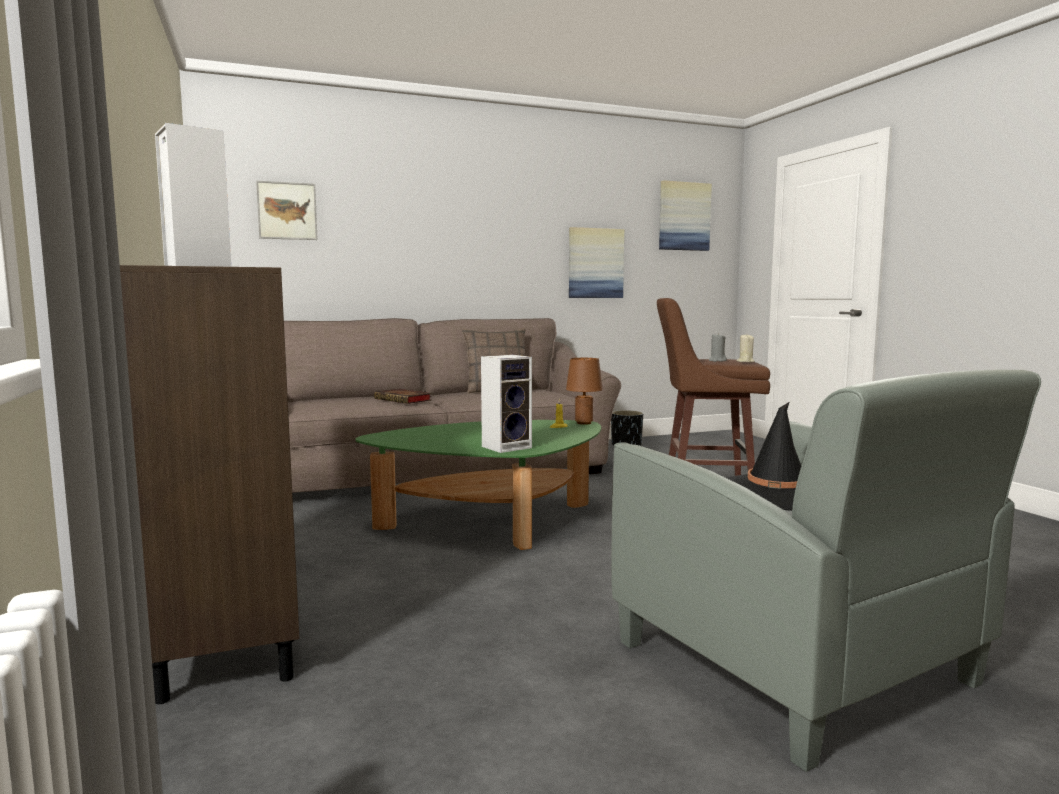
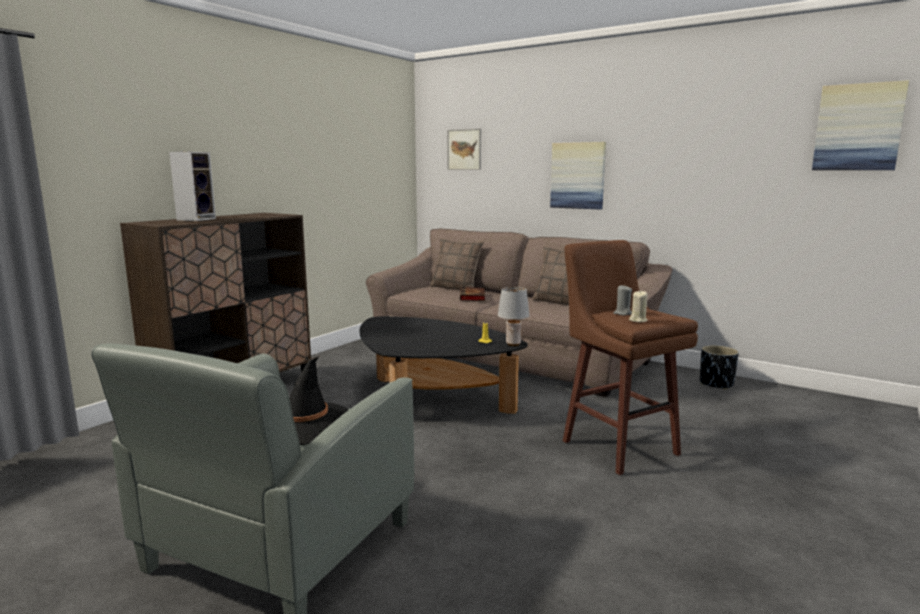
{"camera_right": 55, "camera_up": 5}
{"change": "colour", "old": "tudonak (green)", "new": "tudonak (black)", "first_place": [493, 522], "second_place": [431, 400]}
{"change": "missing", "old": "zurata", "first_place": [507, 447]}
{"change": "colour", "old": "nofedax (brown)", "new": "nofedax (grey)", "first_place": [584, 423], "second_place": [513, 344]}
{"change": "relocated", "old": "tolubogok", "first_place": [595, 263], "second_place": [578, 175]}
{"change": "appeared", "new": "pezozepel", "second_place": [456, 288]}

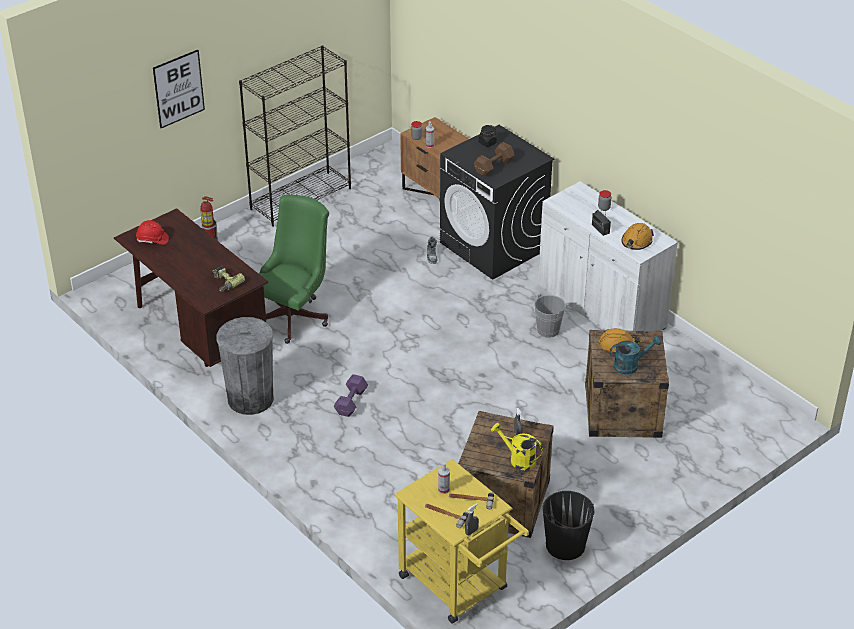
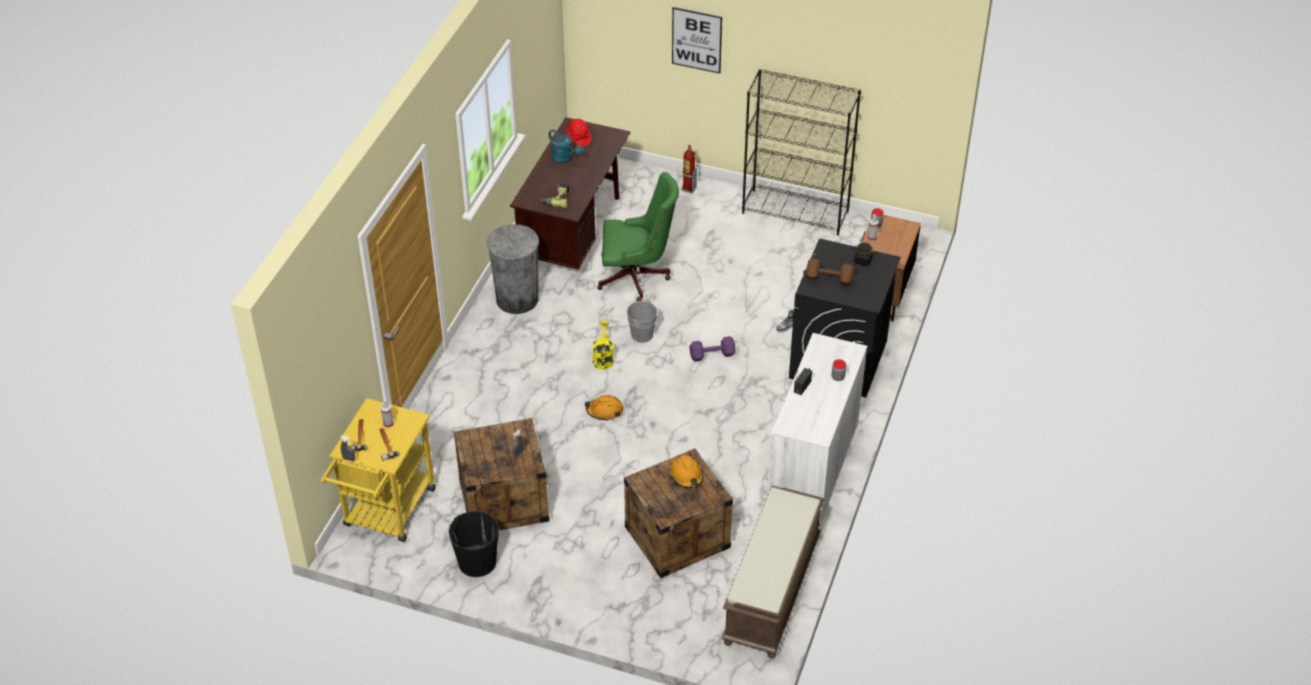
{"camera_right": 60, "camera_up": 5}
{"change": "relocated", "old": "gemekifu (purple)", "first_place": [352, 401], "second_place": [713, 355]}
{"change": "relocated", "old": "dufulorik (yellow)", "first_place": [518, 459], "second_place": [603, 358]}
{"change": "relocated", "old": "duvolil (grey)", "first_place": [550, 329], "second_place": [644, 335]}
{"change": "relocated", "old": "dufulorik (turquoise)", "first_place": [630, 365], "second_place": [565, 158]}
{"change": "relocated", "old": "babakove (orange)", "first_place": [636, 241], "second_place": [605, 411]}
{"change": "appeared", "new": "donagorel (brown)", "second_place": [772, 591]}

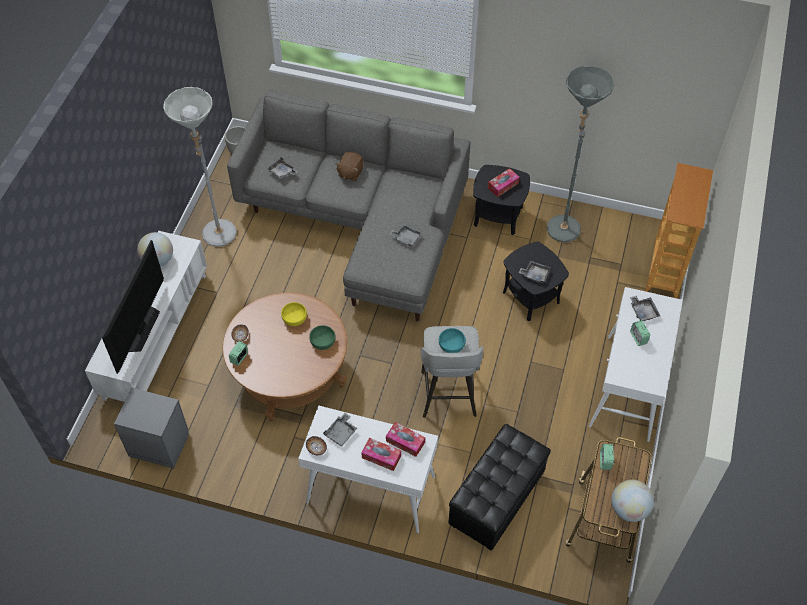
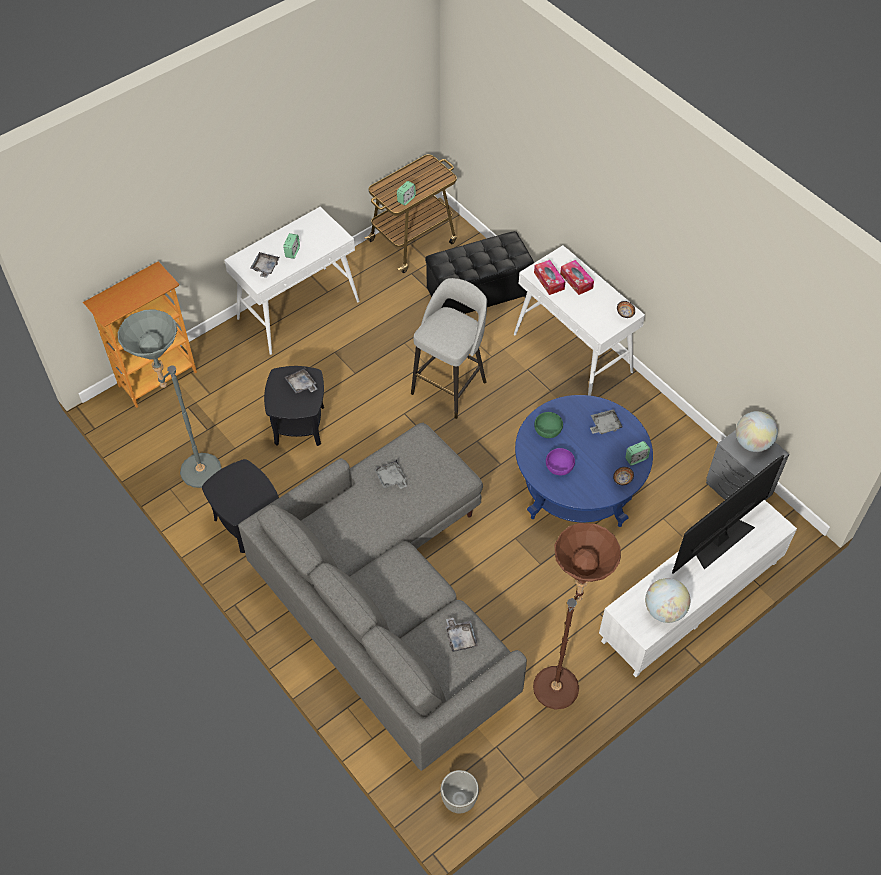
{"camera_right": -145, "camera_up": 0}
{"change": "colour", "old": "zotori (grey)", "new": "zotori (brown)", "first_place": [219, 239], "second_place": [560, 680]}
{"change": "colour", "old": "tudonak (brown)", "new": "tudonak (blue)", "first_place": [290, 373], "second_place": [577, 485]}
{"change": "colour", "old": "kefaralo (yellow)", "new": "kefaralo (purple)", "first_place": [294, 319], "second_place": [559, 466]}
{"change": "relocated", "old": "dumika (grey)", "first_place": [341, 433], "second_place": [604, 425]}
{"change": "missing", "old": "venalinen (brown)", "first_place": [350, 173]}
{"change": "missing", "old": "kefaralo (turquoise)", "first_place": [451, 346]}
{"change": "missing", "old": "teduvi", "first_place": [503, 185]}
{"change": "relocated", "old": "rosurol", "first_place": [629, 509], "second_place": [752, 443]}

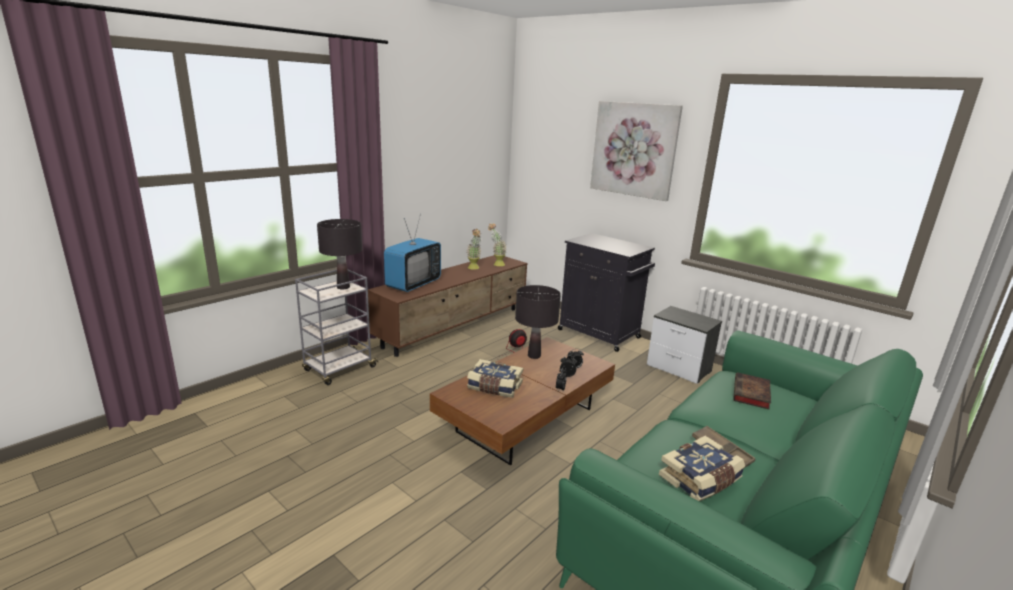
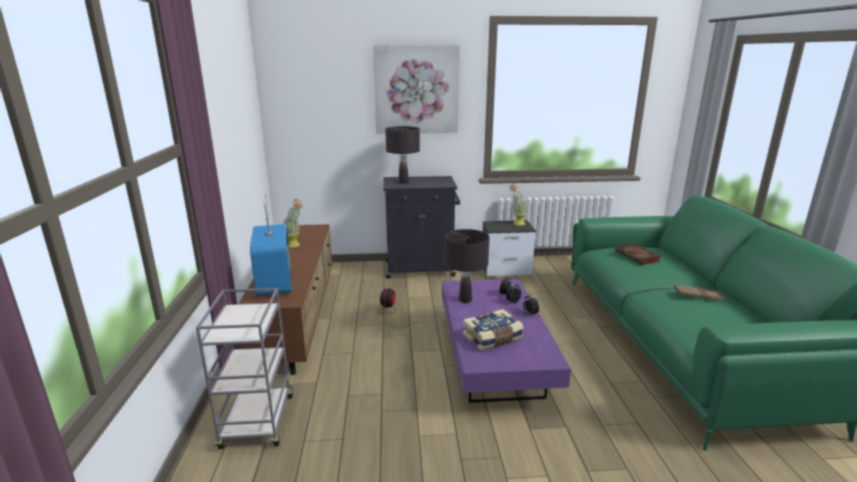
{"camera_right": -45, "camera_up": 0}
{"change": "relocated", "old": "nofedax (black)", "first_place": [343, 287], "second_place": [403, 182]}
{"change": "colour", "old": "tudonak (brown)", "new": "tudonak (purple)", "first_place": [526, 420], "second_place": [494, 360]}
{"change": "relocated", "old": "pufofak", "first_place": [496, 264], "second_place": [516, 224]}
{"change": "missing", "old": "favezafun", "first_place": [701, 480]}

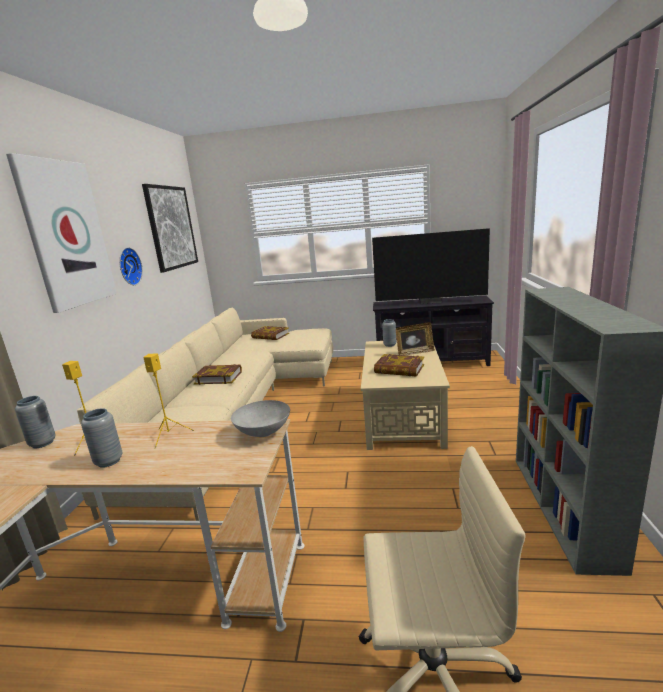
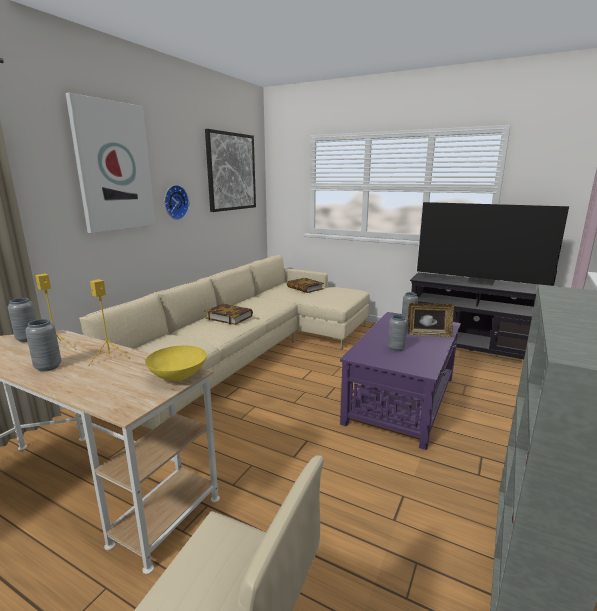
{"camera_right": 20, "camera_up": 0}
{"change": "colour", "old": "kefaralo (grey)", "new": "kefaralo (yellow)", "first_place": [264, 432], "second_place": [179, 377]}
{"change": "colour", "old": "tudonak (beige)", "new": "tudonak (purple)", "first_place": [403, 414], "second_place": [402, 399]}
{"change": "exchanged", "old": "favezafun", "new": "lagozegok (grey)", "first_place": [399, 369], "second_place": [396, 348]}

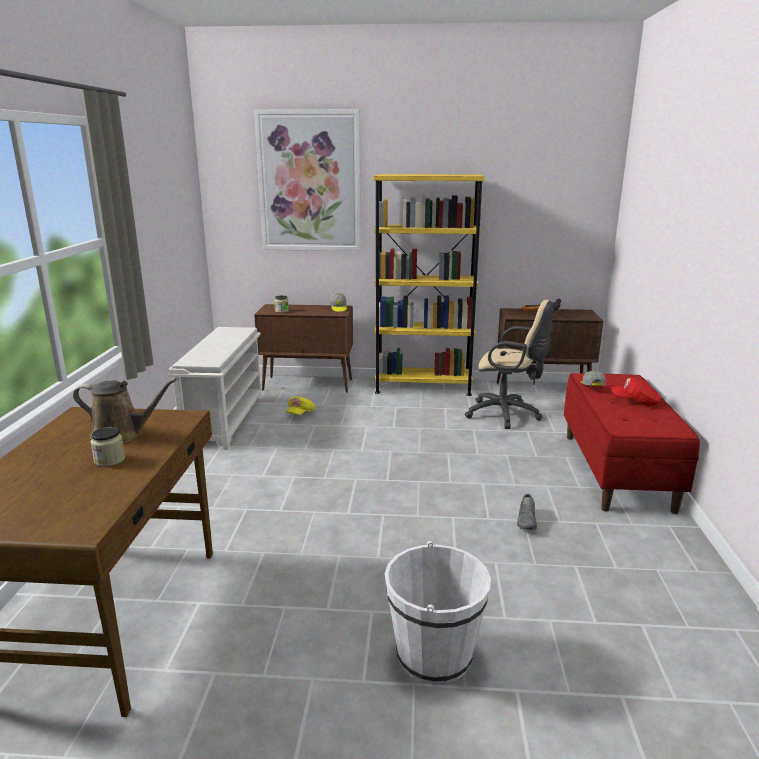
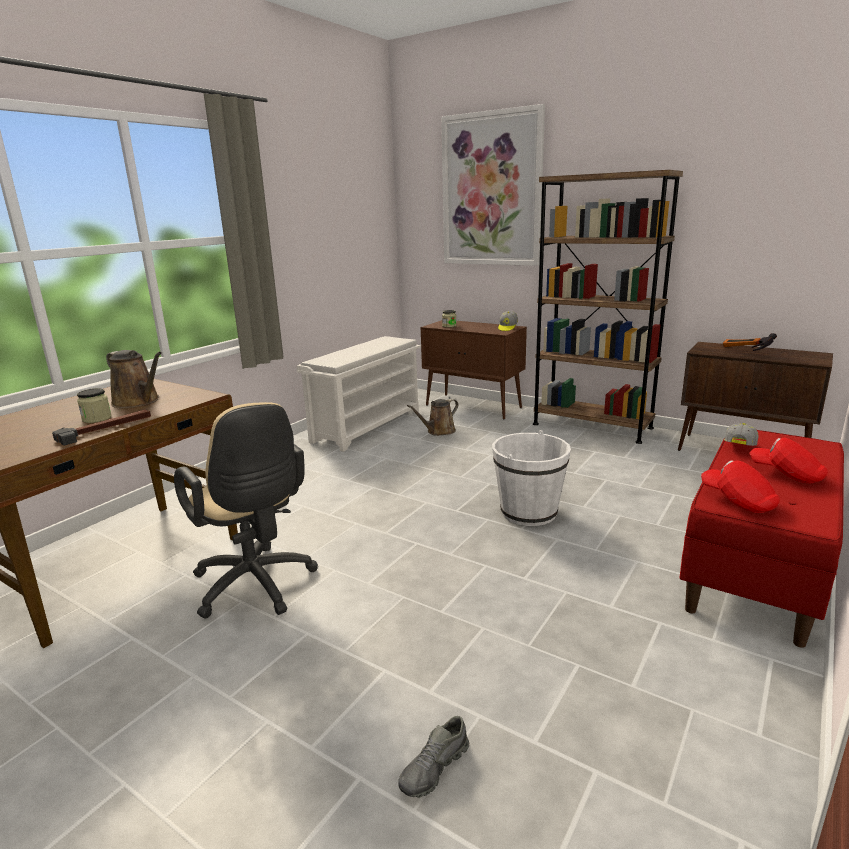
{"camera_right": 30, "camera_up": 0}
{"change": "exchanged", "old": "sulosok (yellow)", "new": "dufulorik (brown)", "first_place": [300, 413], "second_place": [438, 431]}
{"change": "colour", "old": "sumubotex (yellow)", "new": "sumubotex (brown)", "first_place": [423, 387], "second_place": [592, 426]}
{"change": "relocated", "old": "duvolil (white)", "first_place": [434, 655], "second_place": [528, 512]}
{"change": "relocated", "old": "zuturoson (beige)", "first_place": [507, 415], "second_place": [257, 587]}
{"change": "relocated", "old": "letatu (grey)", "first_place": [527, 521], "second_place": [434, 768]}
{"change": "appeared", "new": "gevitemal", "second_place": [105, 428]}
{"change": "appeared", "new": "sulosok (red)", "second_place": [738, 501]}

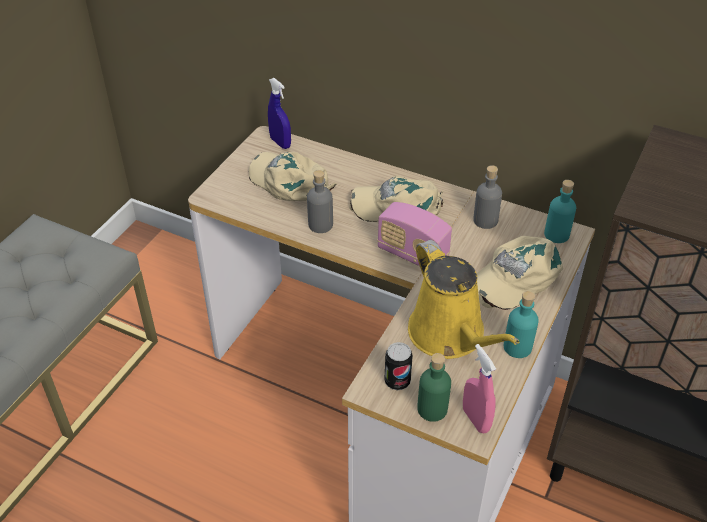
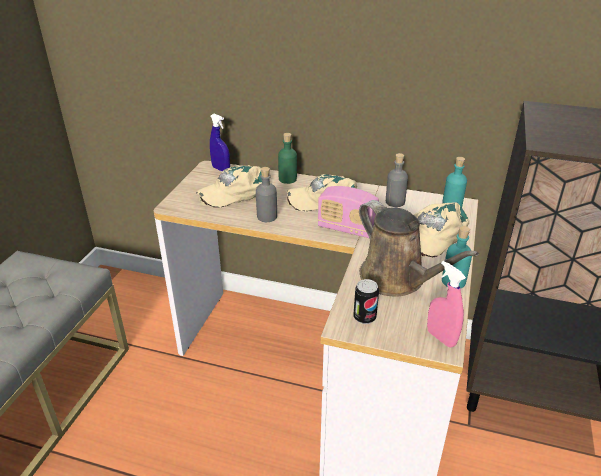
{"camera_right": -10, "camera_up": -10}
{"change": "spun", "old": "sulosok (beige)", "first_place": [289, 181], "second_place": [234, 192], "degrees": -60}
{"change": "colour", "old": "dufulorik (yellow)", "new": "dufulorik (brown)", "first_place": [450, 335], "second_place": [396, 279]}
{"change": "relocated", "old": "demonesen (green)", "first_place": [432, 409], "second_place": [287, 179]}

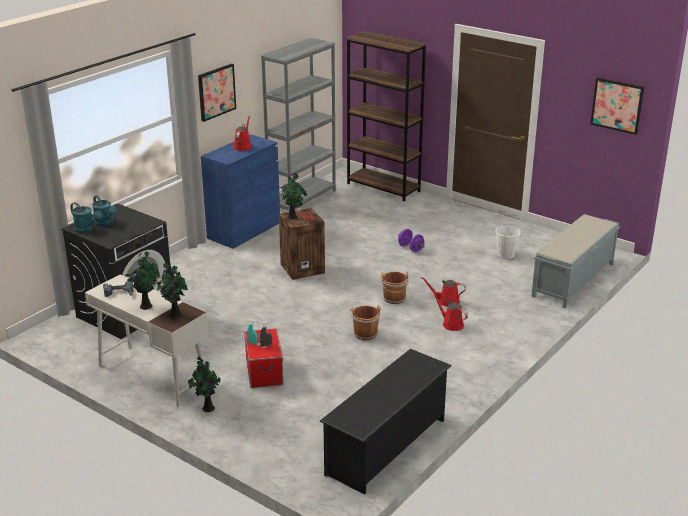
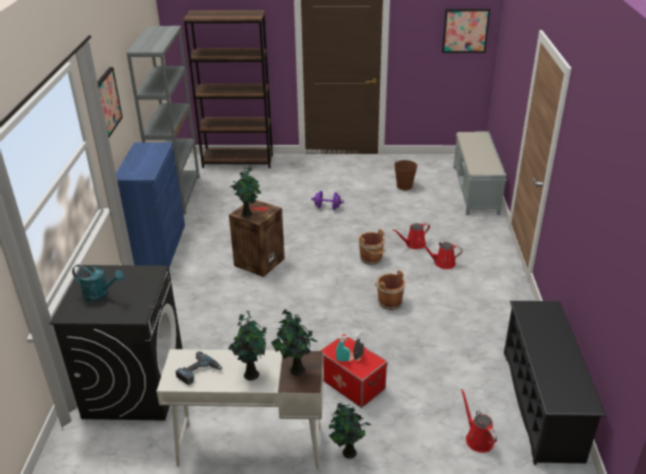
{"camera_right": -35, "camera_up": 5}
{"change": "missing", "old": "dufulorik (turquoise)", "first_place": [87, 229]}
{"change": "relocated", "old": "dufulorik (red)", "first_place": [243, 146], "second_place": [477, 439]}
{"change": "colour", "old": "duvolil (white)", "new": "duvolil (brown)", "first_place": [506, 254], "second_place": [404, 186]}

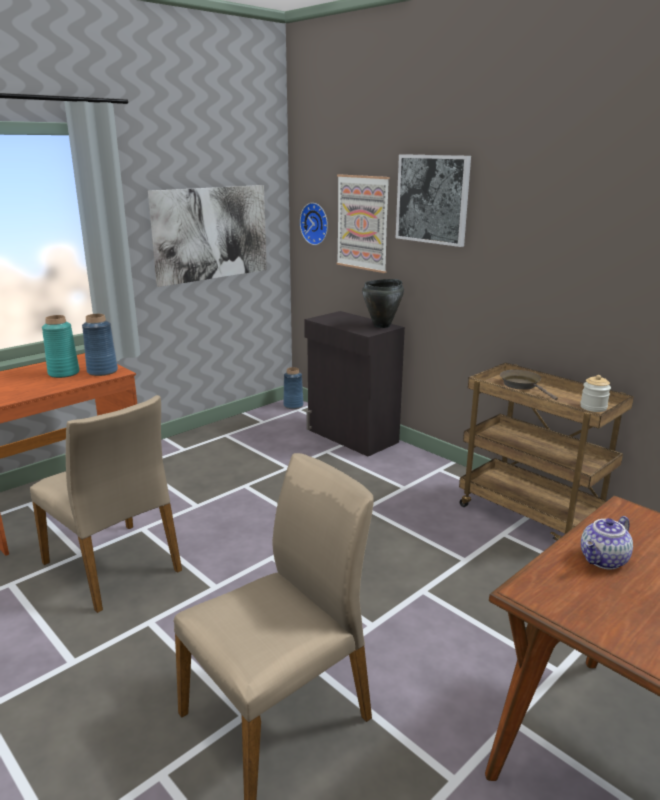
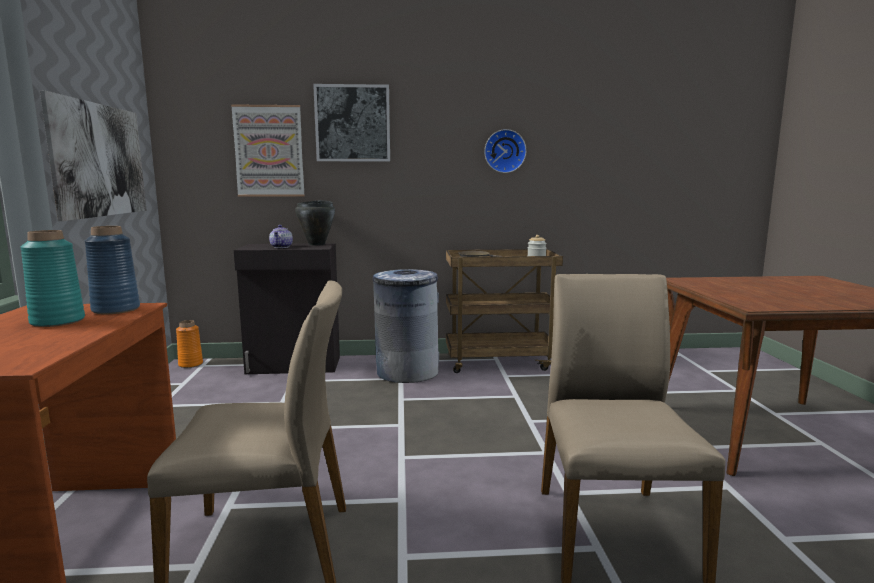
{"camera_right": -50, "camera_up": -10}
{"change": "colour", "old": "lagozegok (blue)", "new": "lagozegok (orange)", "first_place": [293, 405], "second_place": [191, 364]}
{"change": "relocated", "old": "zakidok", "first_place": [316, 223], "second_place": [504, 151]}
{"change": "relocated", "old": "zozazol", "first_place": [604, 560], "second_place": [282, 247]}
{"change": "appeared", "new": "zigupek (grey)", "second_place": [407, 372]}

